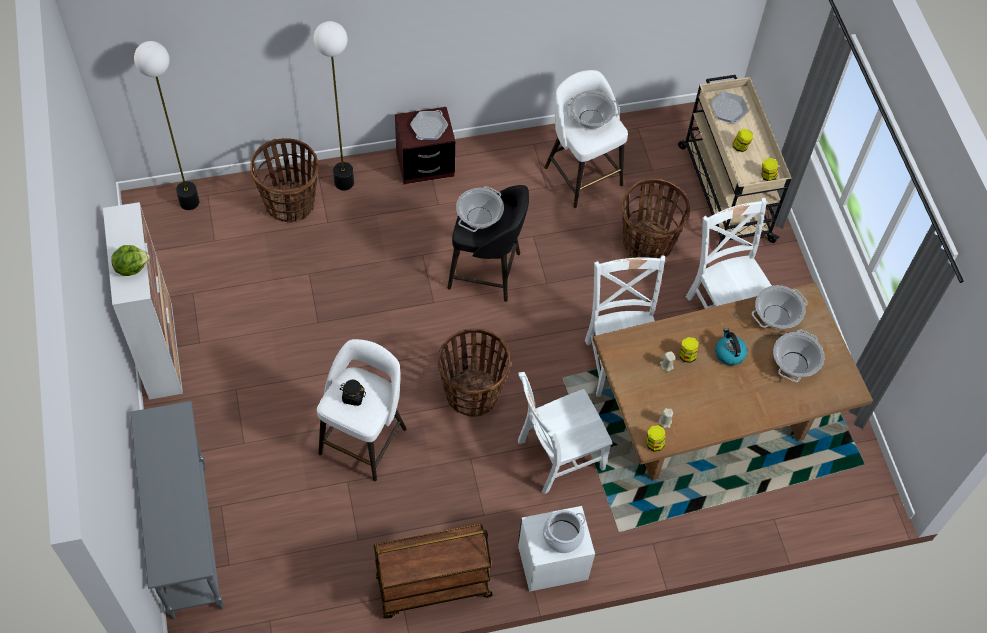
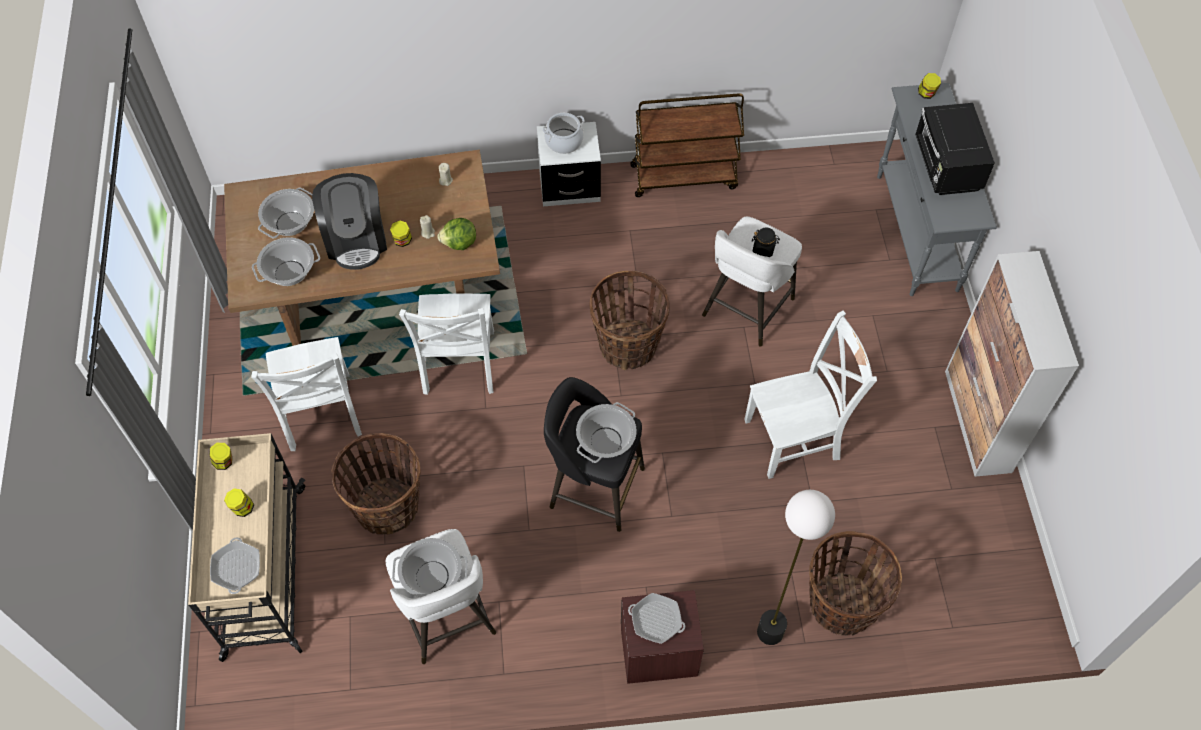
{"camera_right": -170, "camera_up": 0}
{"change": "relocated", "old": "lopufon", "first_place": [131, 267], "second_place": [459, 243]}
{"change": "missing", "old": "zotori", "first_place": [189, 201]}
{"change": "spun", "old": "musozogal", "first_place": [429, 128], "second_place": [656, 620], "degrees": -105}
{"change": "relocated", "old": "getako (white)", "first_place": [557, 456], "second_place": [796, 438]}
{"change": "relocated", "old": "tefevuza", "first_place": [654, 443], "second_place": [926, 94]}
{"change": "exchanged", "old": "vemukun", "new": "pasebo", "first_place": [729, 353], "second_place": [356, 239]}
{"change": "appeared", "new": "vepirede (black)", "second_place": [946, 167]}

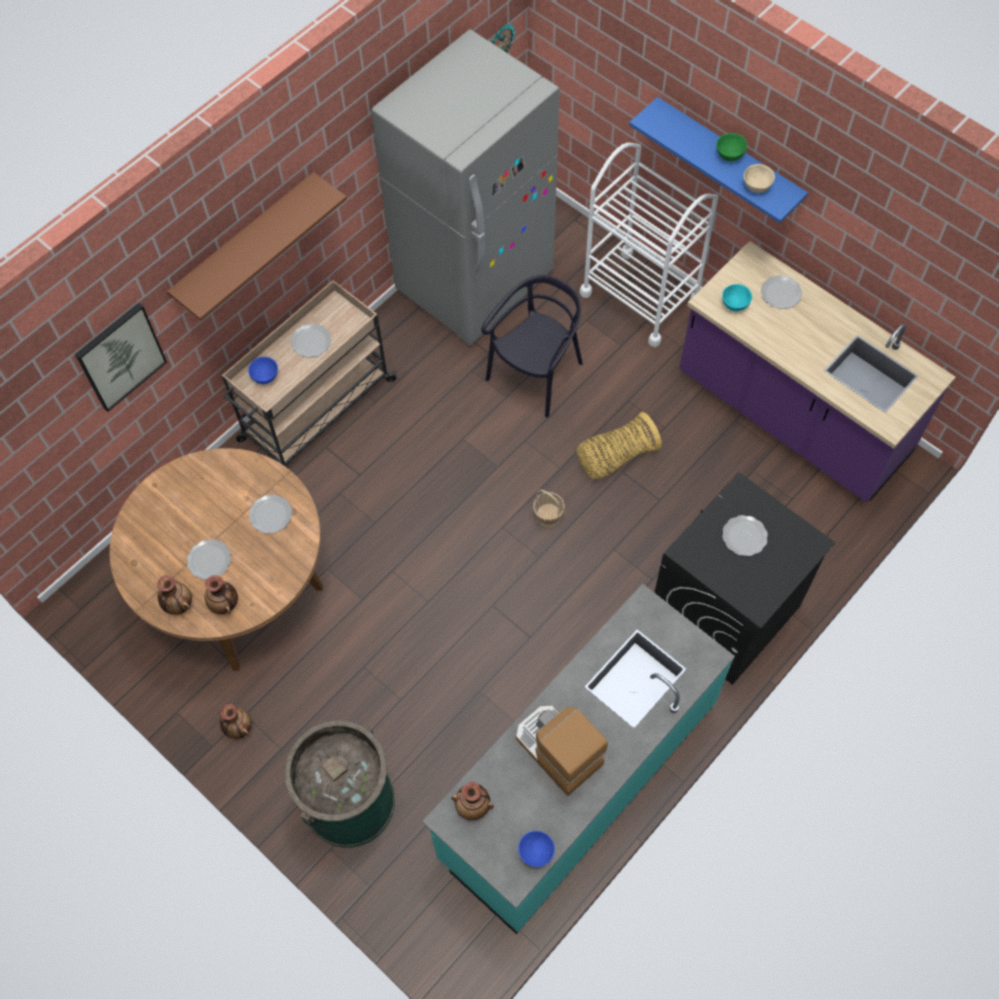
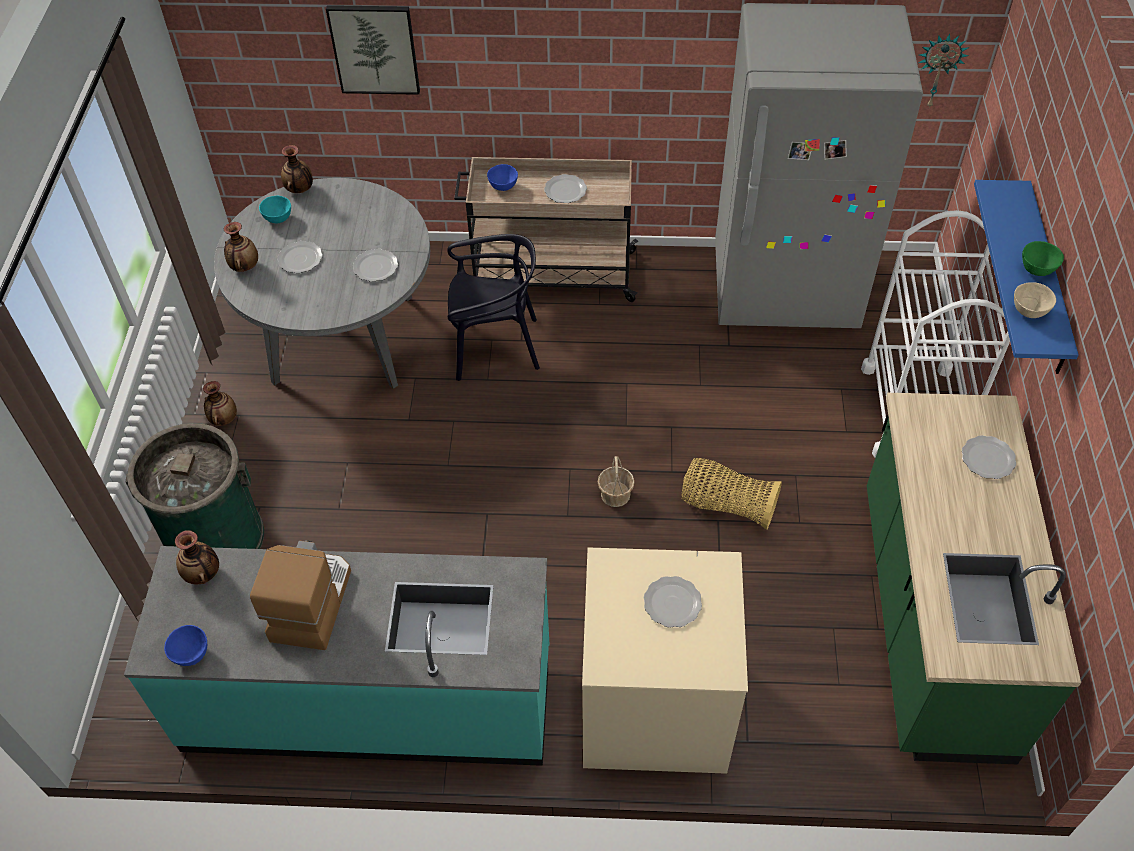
{"camera_right": 50, "camera_up": -10}
{"change": "colour", "old": "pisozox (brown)", "new": "pisozox (grey)", "first_place": [239, 592], "second_place": [343, 339]}
{"change": "missing", "old": "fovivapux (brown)", "first_place": [245, 243]}
{"change": "relocated", "old": "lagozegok", "first_place": [224, 604], "second_place": [300, 190]}
{"change": "relocated", "old": "getako (black)", "first_place": [536, 374], "second_place": [495, 346]}
{"change": "colour", "old": "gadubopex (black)", "new": "gadubopex (beige)", "first_place": [724, 613], "second_place": [653, 707]}
{"change": "colour", "old": "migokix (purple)", "new": "migokix (green)", "first_place": [792, 415], "second_place": [931, 620]}
{"change": "relocated", "old": "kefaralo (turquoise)", "first_place": [734, 305], "second_place": [278, 218]}

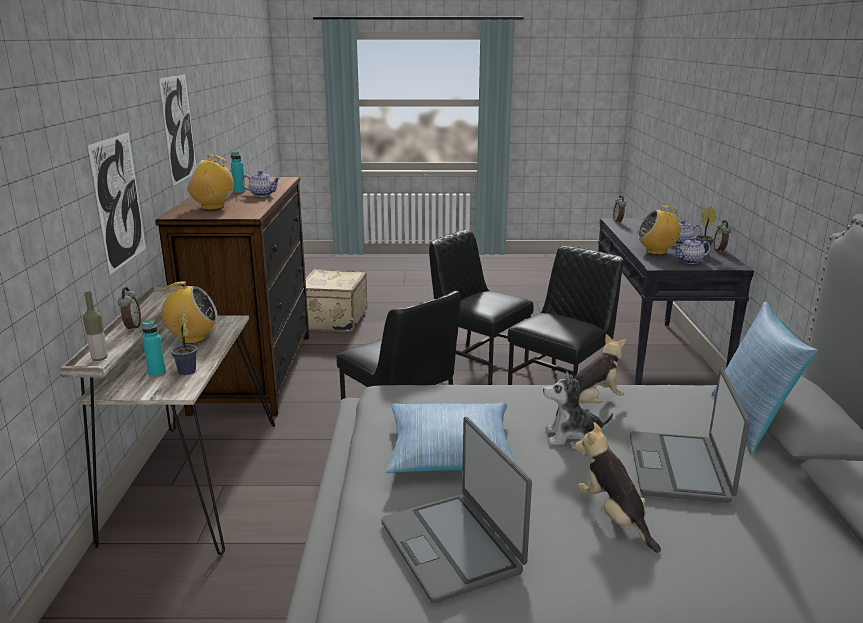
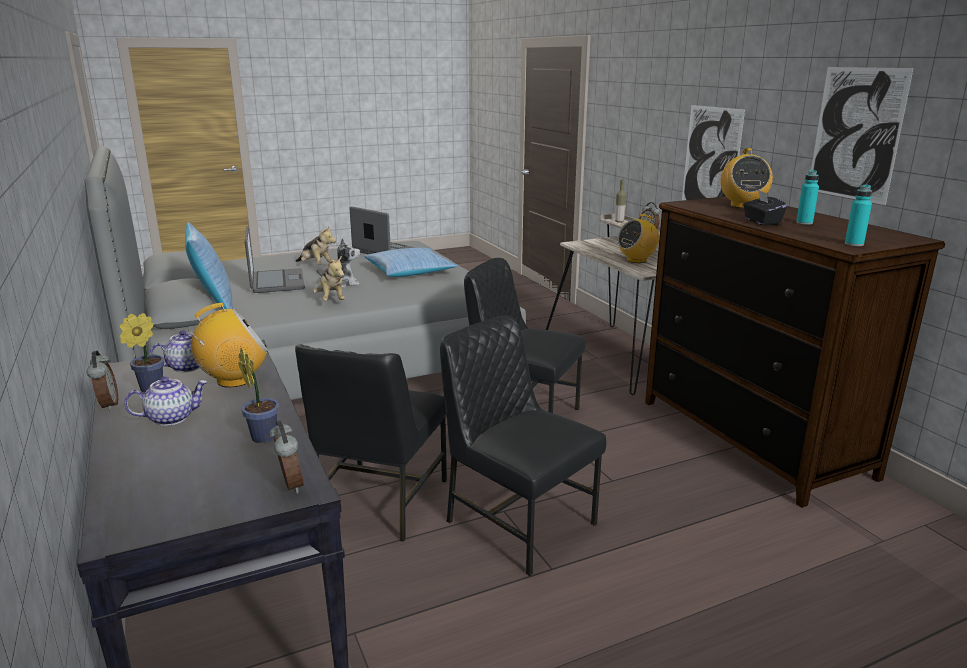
{"camera_right": 155, "camera_up": 0}
{"change": "relocated", "old": "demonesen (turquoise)", "first_place": [157, 373], "second_place": [854, 244]}
{"change": "relocated", "old": "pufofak", "first_place": [187, 372], "second_place": [262, 436]}
{"change": "spun", "old": "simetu", "first_place": [213, 207], "second_place": [742, 206], "degrees": 120}
{"change": "exchanged", "old": "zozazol", "new": "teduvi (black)", "first_place": [262, 195], "second_place": [761, 222]}
{"change": "missing", "old": "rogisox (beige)", "first_place": [332, 320]}
{"change": "spun", "old": "getako (black)", "first_place": [477, 363], "second_place": [518, 522], "degrees": -150}
{"change": "spun", "old": "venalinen", "first_place": [591, 403], "second_place": [331, 300], "degrees": -60}

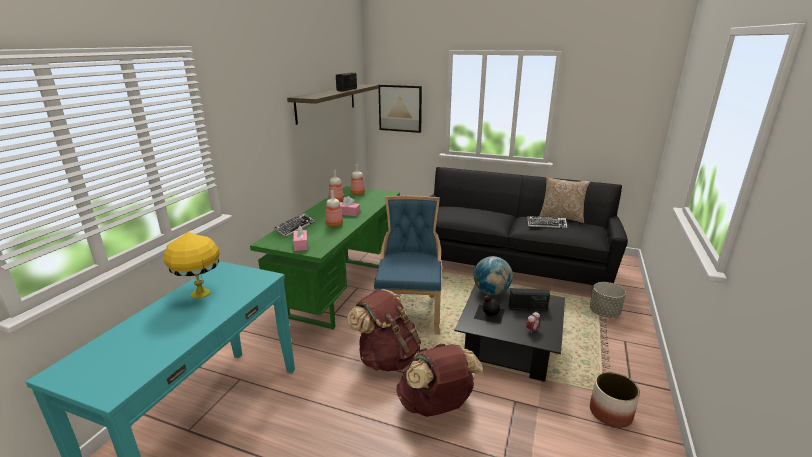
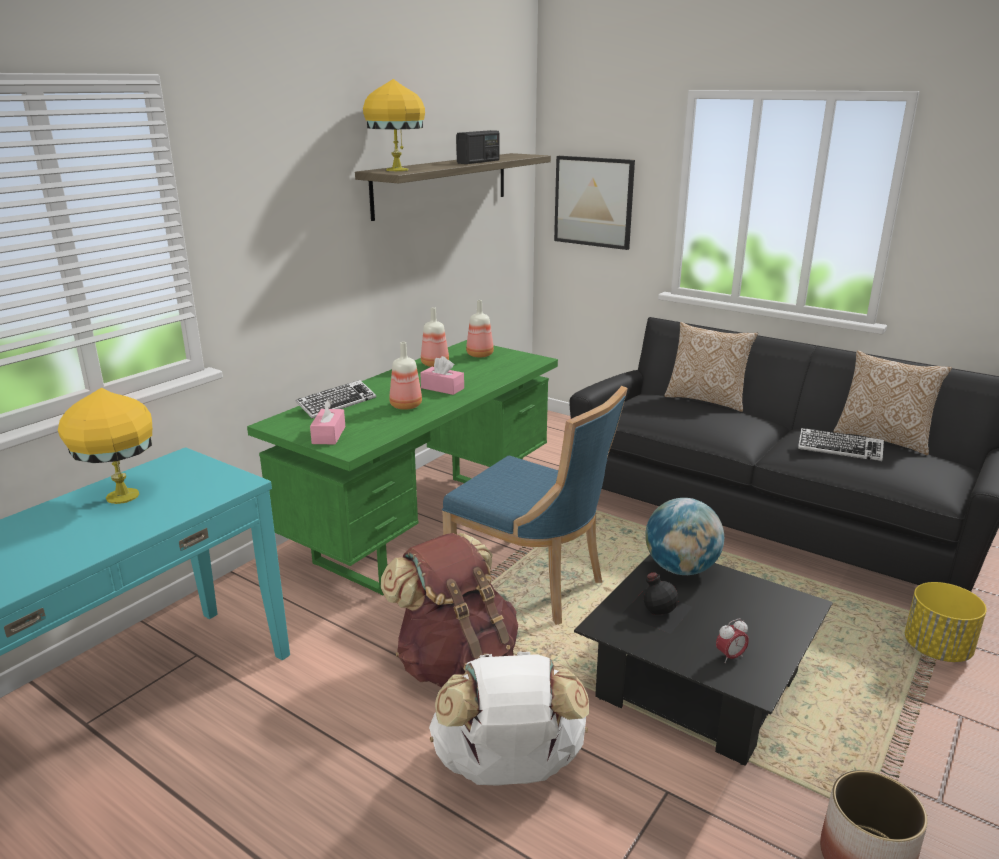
{"camera_right": 15, "camera_up": 0}
{"change": "spun", "old": "getako (blue)", "first_place": [409, 311], "second_place": [532, 584], "degrees": 105}
{"change": "colour", "old": "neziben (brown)", "new": "neziben (white)", "first_place": [436, 406], "second_place": [508, 769]}
{"change": "missing", "old": "simetu", "first_place": [527, 308]}
{"change": "colour", "old": "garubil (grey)", "new": "garubil (yellow)", "first_place": [604, 313], "second_place": [937, 649]}
{"change": "appeared", "new": "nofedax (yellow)", "second_place": [396, 170]}
{"change": "appeared", "new": "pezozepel", "second_place": [706, 400]}

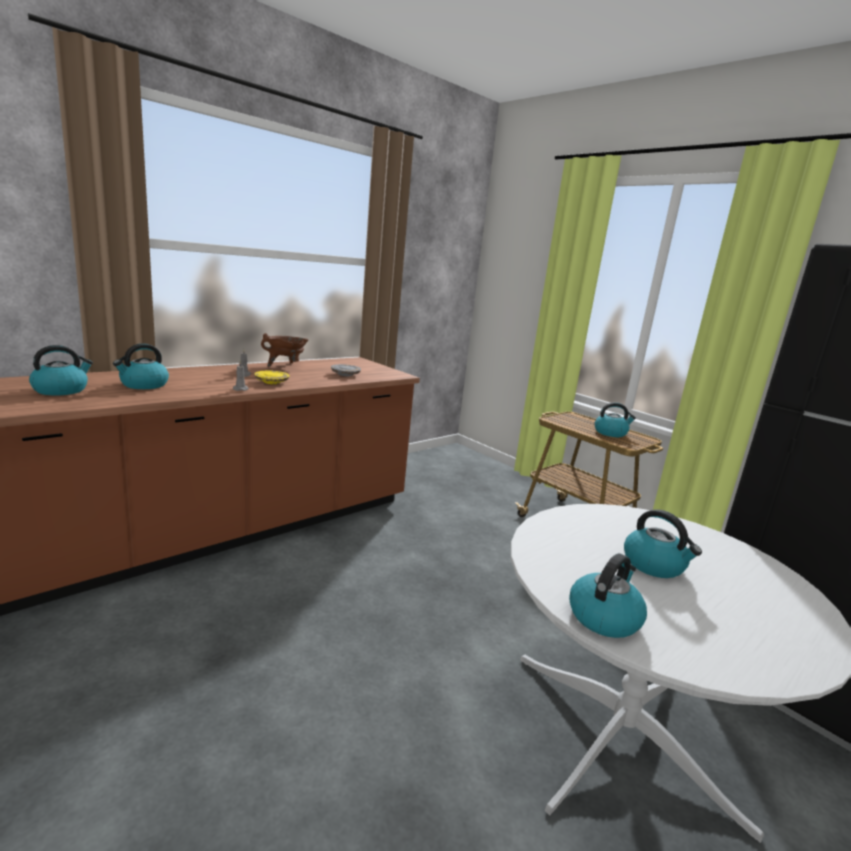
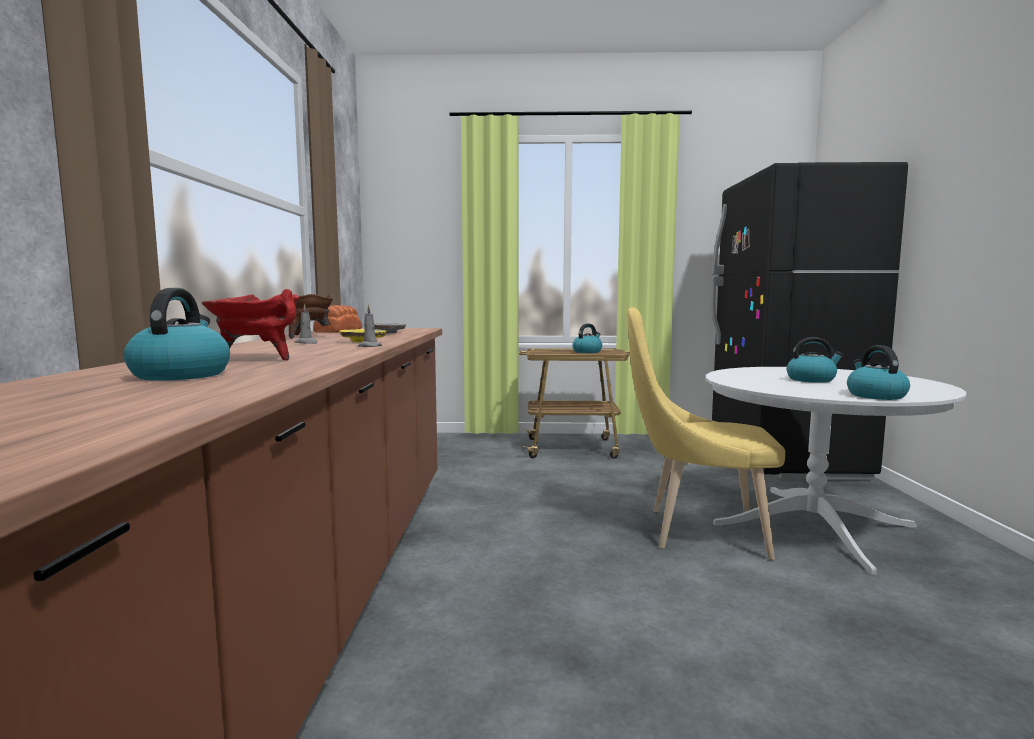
{"camera_right": -45, "camera_up": -10}
{"change": "exchanged", "old": "vemukun", "new": "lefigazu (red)", "first_place": [144, 385], "second_place": [256, 358]}
{"change": "appeared", "new": "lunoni", "second_place": [338, 330]}
{"change": "appeared", "new": "getako (yellow)", "second_place": [697, 531]}

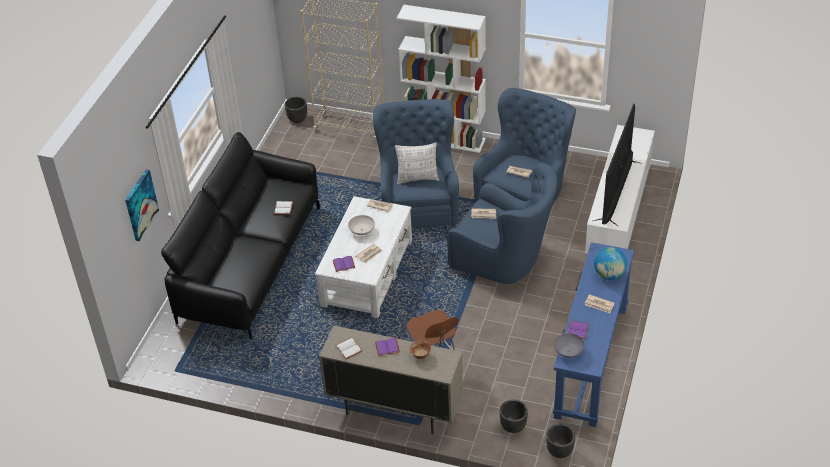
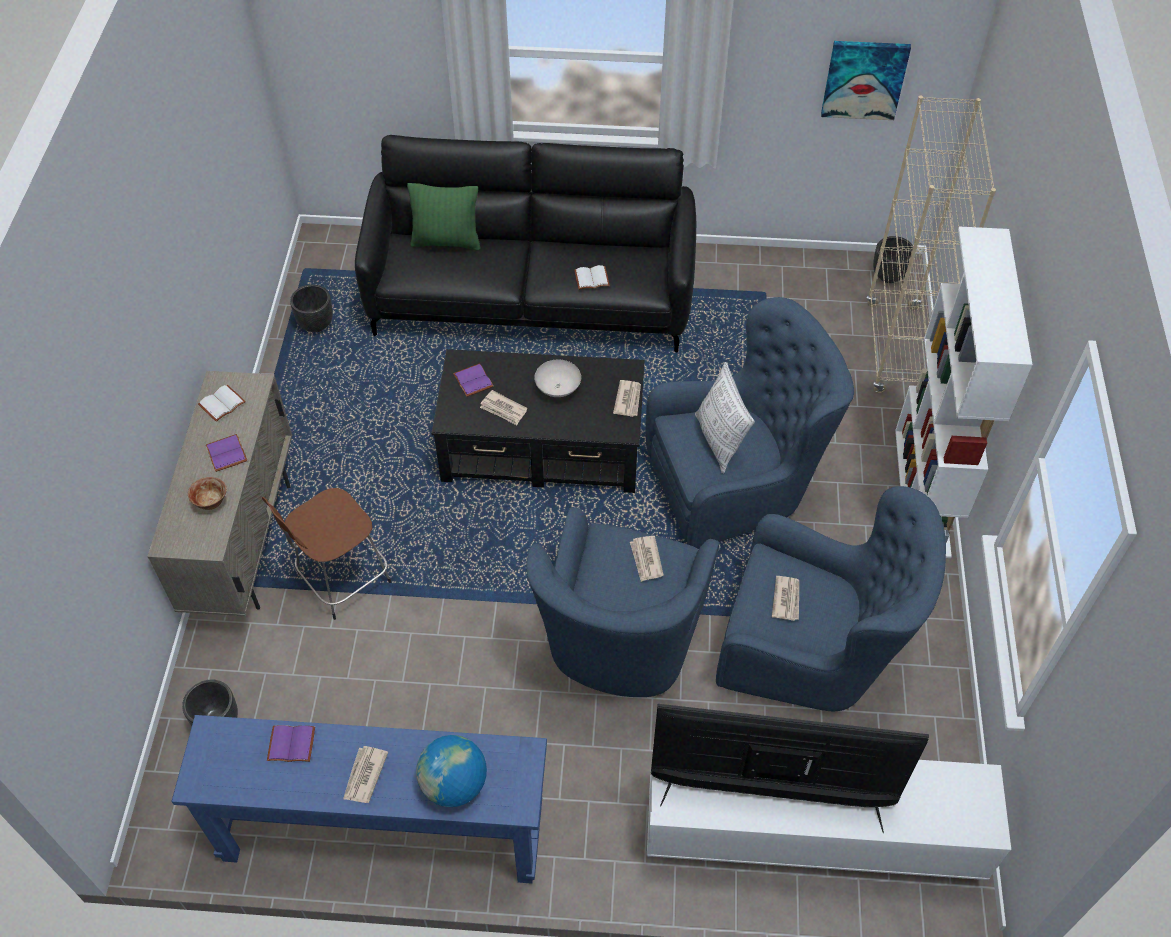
{"camera_right": 75, "camera_up": 10}
{"change": "relocated", "old": "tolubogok", "first_place": [140, 205], "second_place": [864, 79]}
{"change": "colour", "old": "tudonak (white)", "new": "tudonak (black)", "first_place": [368, 273], "second_place": [543, 447]}
{"change": "relocated", "old": "garubil (black)", "first_place": [560, 451], "second_place": [316, 325]}
{"change": "missing", "old": "kefaralo (grey)", "first_place": [569, 352]}
{"change": "appeared", "new": "pezozepel (green)", "second_place": [446, 241]}

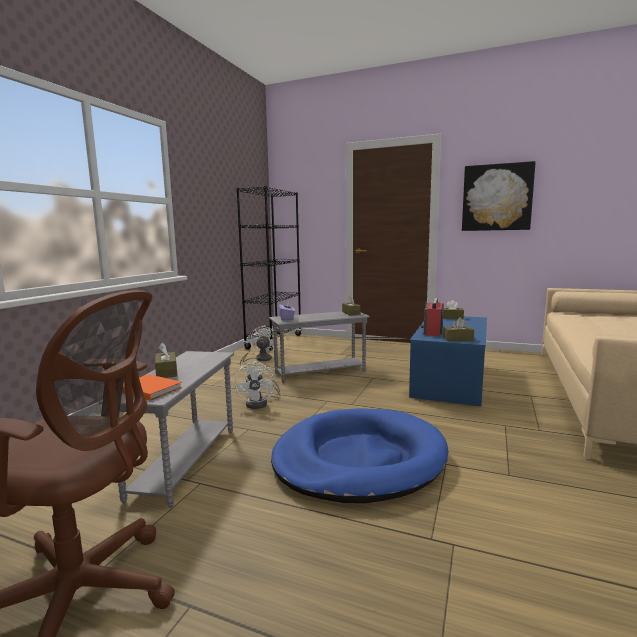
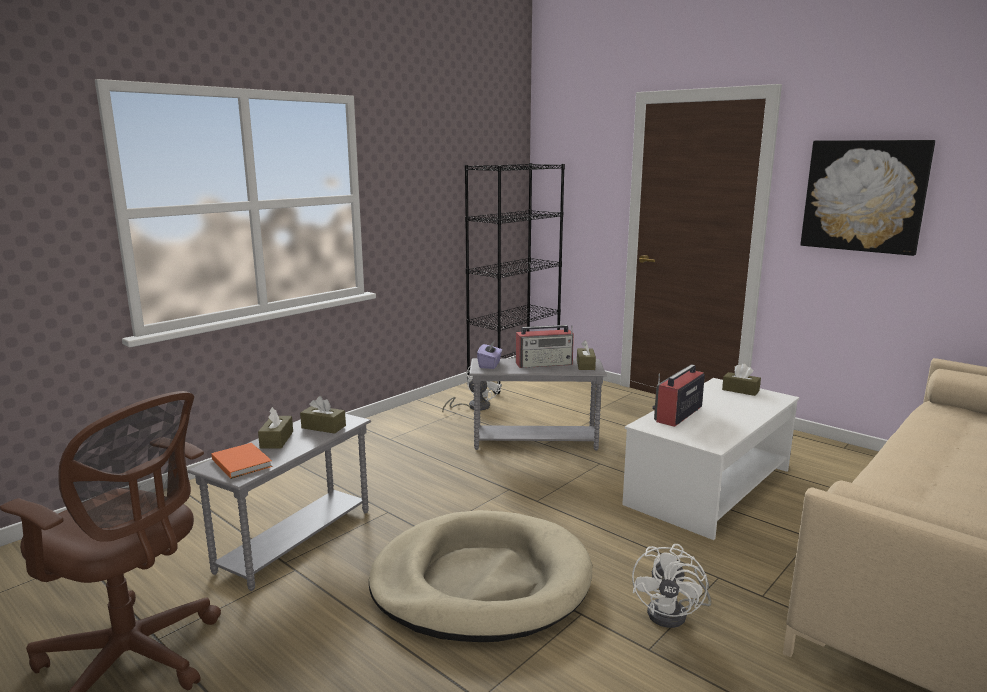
{"camera_right": 20, "camera_up": 5}
{"change": "relocated", "old": "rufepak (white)", "first_place": [261, 403], "second_place": [674, 613]}
{"change": "colour", "old": "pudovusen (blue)", "new": "pudovusen (beige)", "first_place": [359, 459], "second_place": [481, 582]}
{"change": "colour", "old": "tudonak (blue)", "new": "tudonak (white)", "first_place": [450, 380], "second_place": [709, 487]}
{"change": "relocated", "old": "teduvi (brown)", "first_place": [458, 339], "second_place": [323, 427]}
{"change": "appeared", "new": "simetu", "second_place": [545, 364]}

